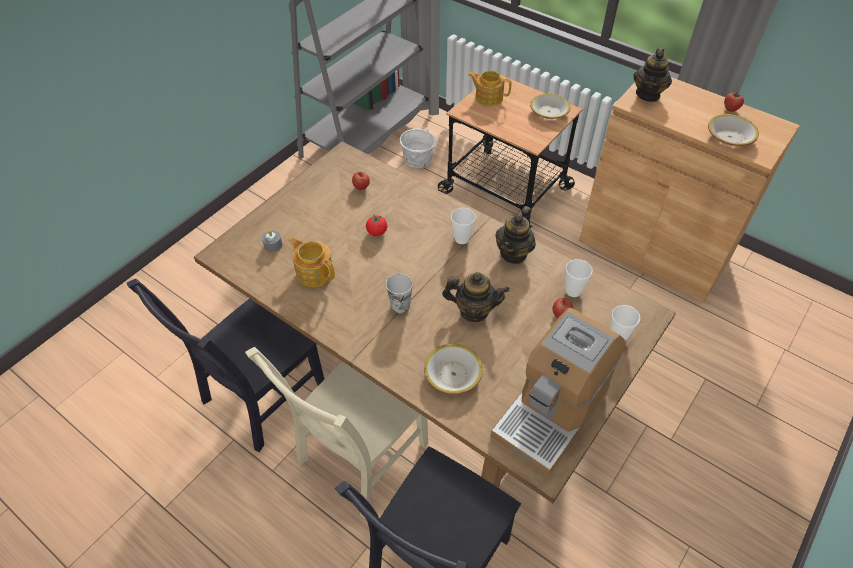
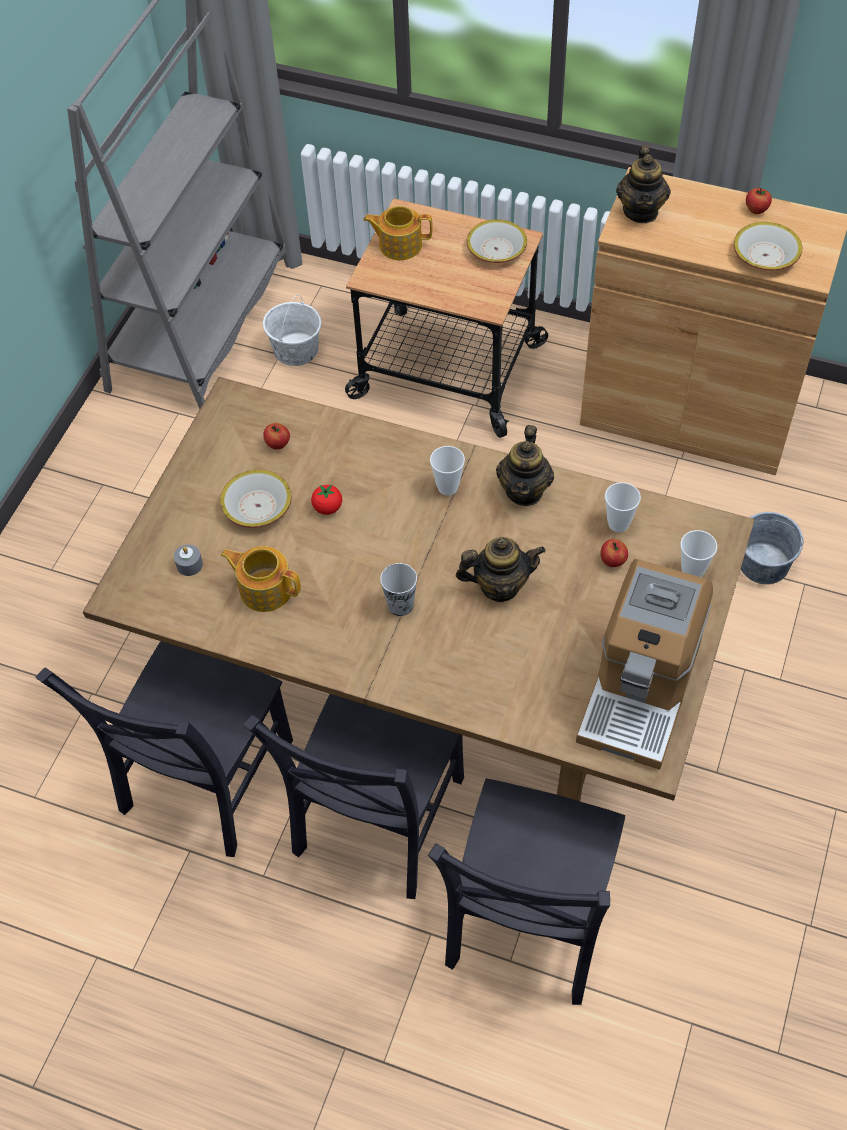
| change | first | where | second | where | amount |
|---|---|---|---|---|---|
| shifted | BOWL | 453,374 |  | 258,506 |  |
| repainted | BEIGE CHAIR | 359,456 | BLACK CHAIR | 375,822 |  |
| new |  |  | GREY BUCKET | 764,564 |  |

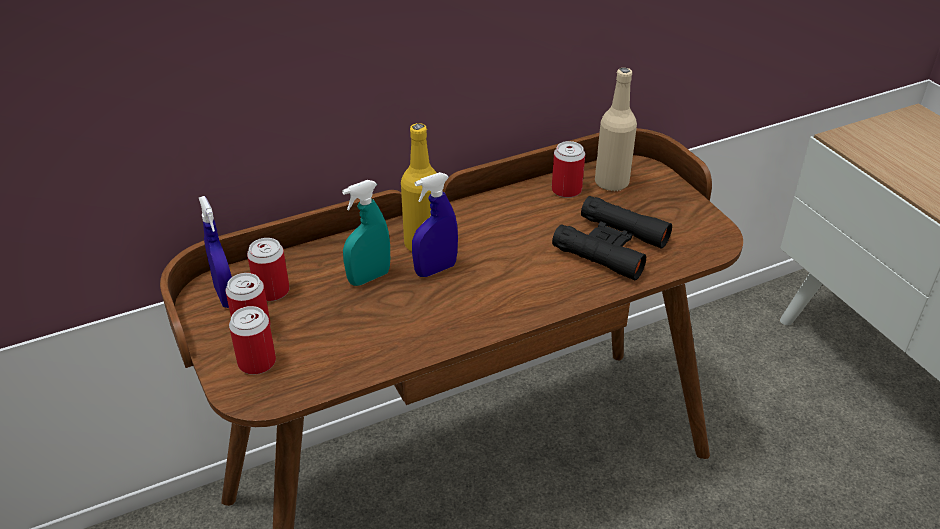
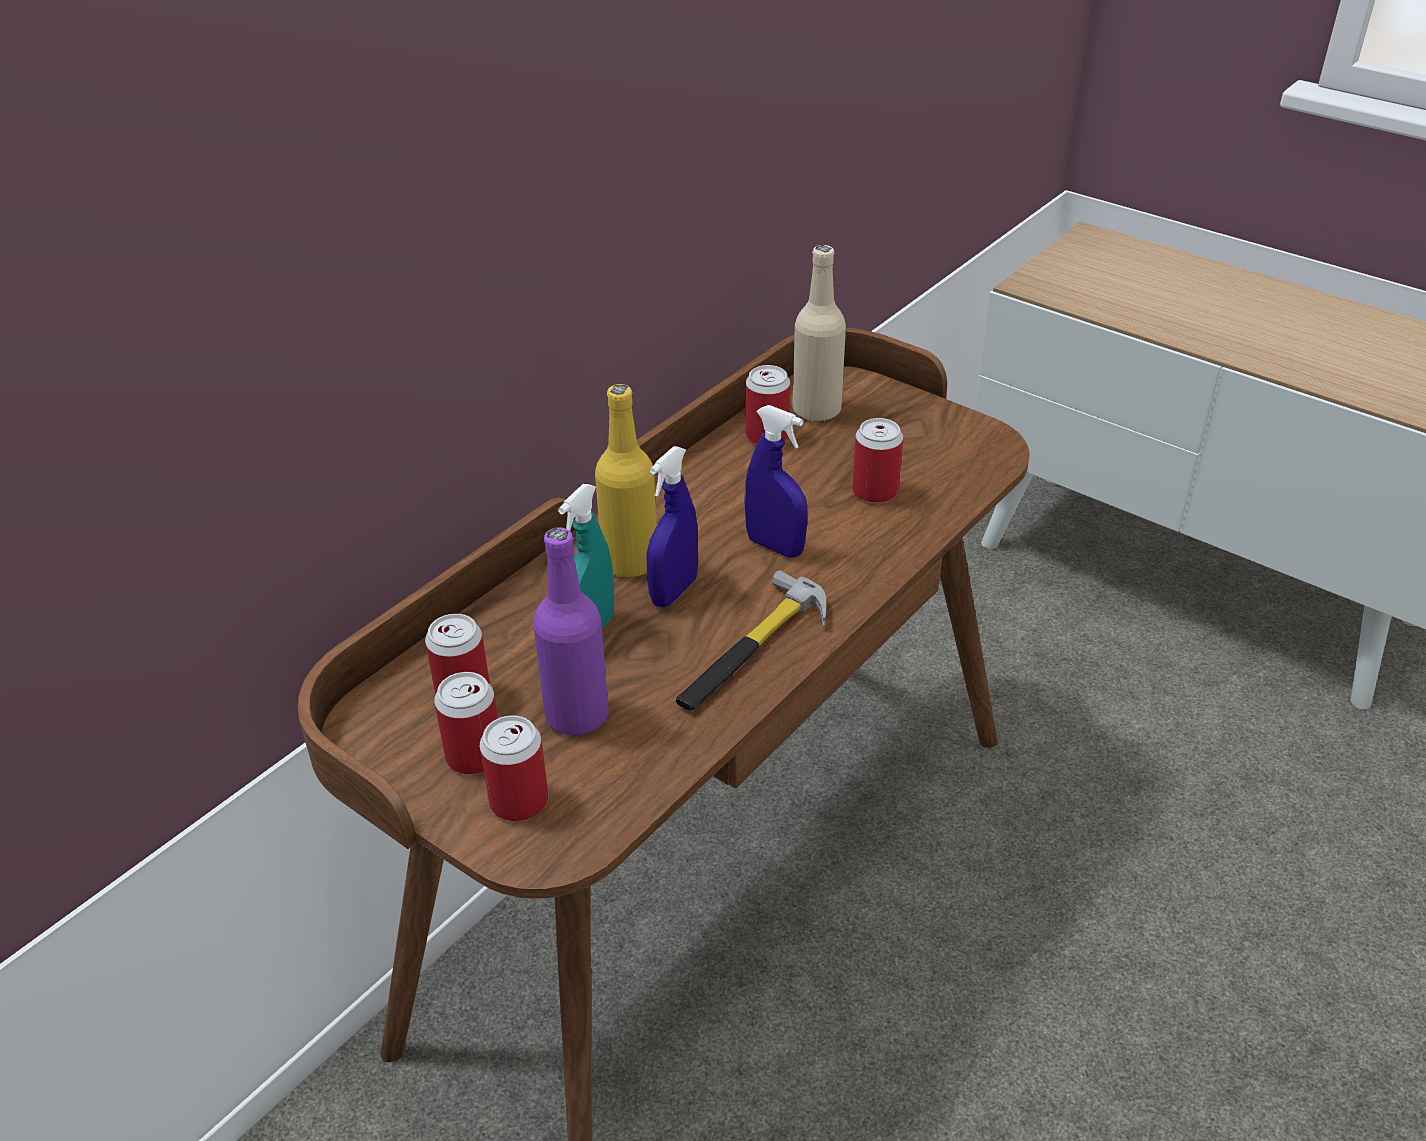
| change | first | where | second | where | amount |
|---|---|---|---|---|---|
| new |  |  | PURPLE BOTTLE | 577,716 |  |
| new |  |  | HAMMER | 752,650 |  |
| shifted | BLUE SPRAY BOTTLE | 225,296 |  | 775,546 |  |
| swapped | BLACK BINOCULARS | 610,246 | CAN | 875,491 |  |

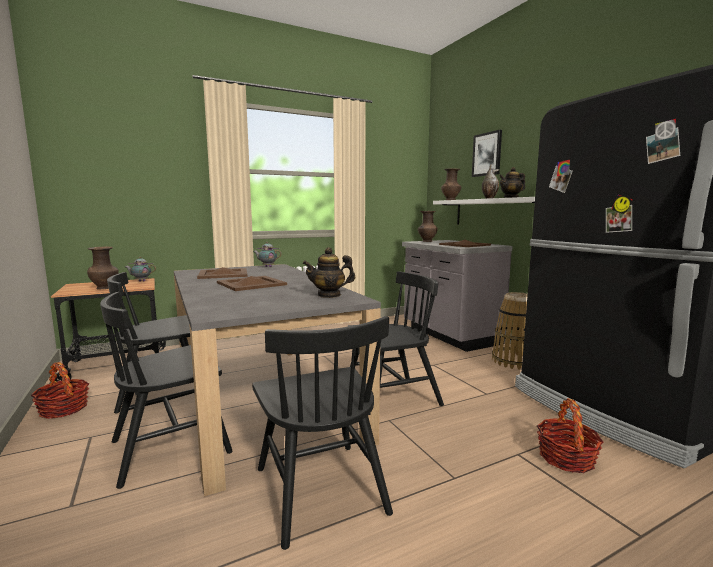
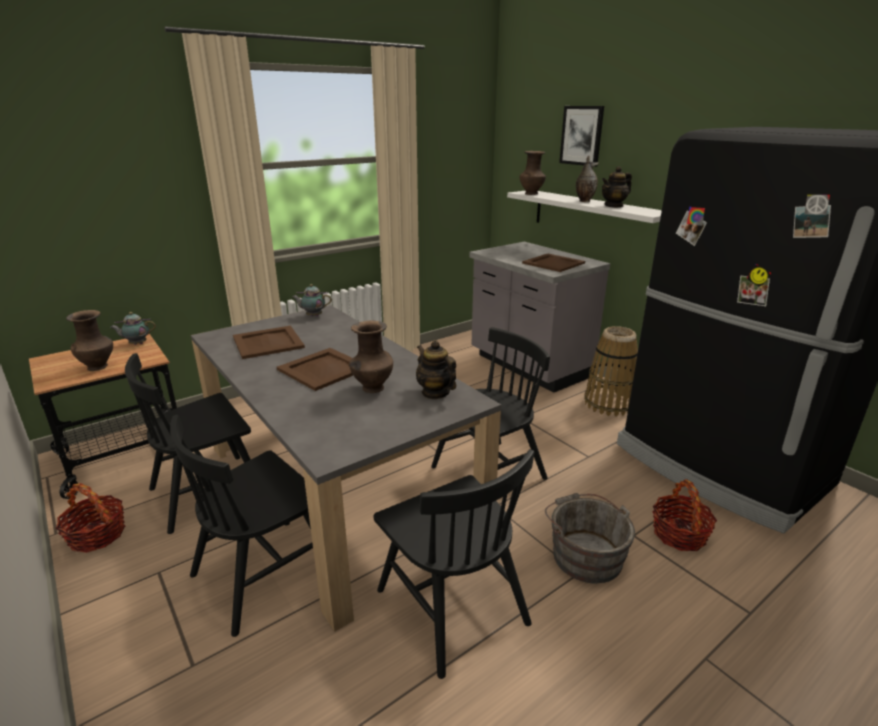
| change | first | where | second | where | amount |
|---|---|---|---|---|---|
| shifted | BROWN VASE | 427,241 |  | 372,388 |  |
| rotated | TEAPOT | 329,295 |  | 435,393 | 75 degrees clockwise |
| new |  |  | GREY BUCKET | 584,554 |  |

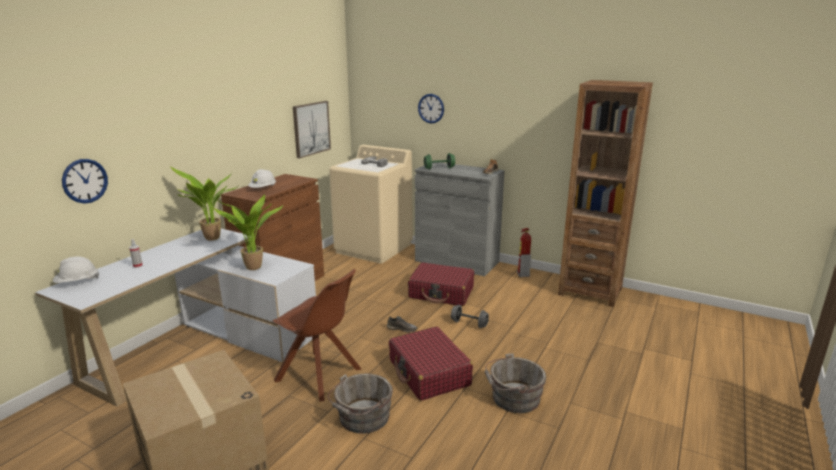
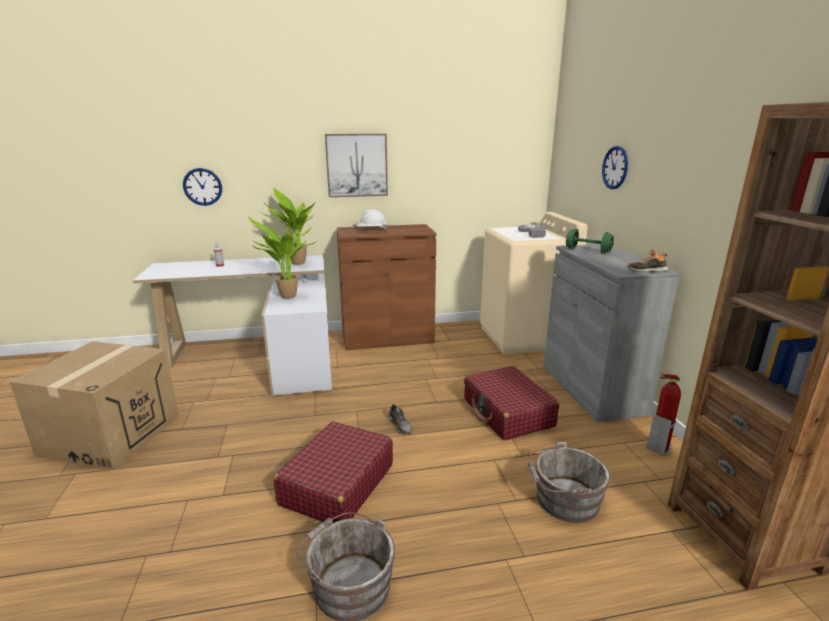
| change | first | where | second | where | amount |
|---|---|---|---|---|---|
| shifted | PICTURE | 311,128 |  | 357,165 |  |
| shifted | GREY BUCKET | 362,418 |  | 563,500 |  |
| gone | WHITE HARD HAT | 77,282 |  |  |  |
| gone | BROWN CHAIR | 320,376 |  |  |  |
| gone | GREY DUMBBELL | 469,324 |  |  |  |

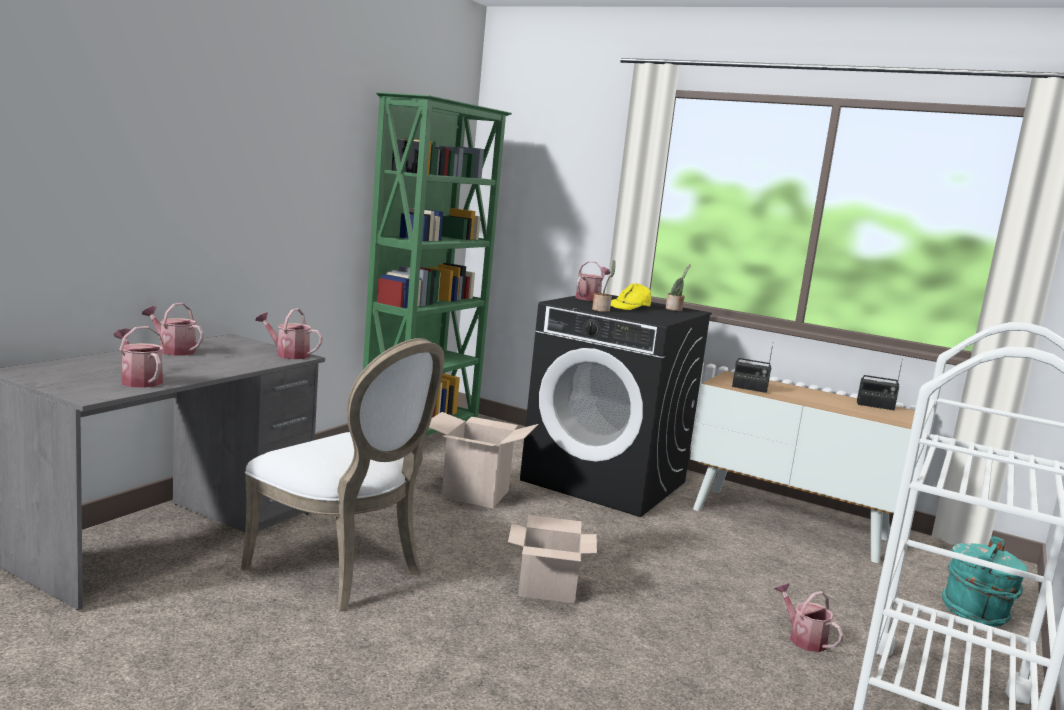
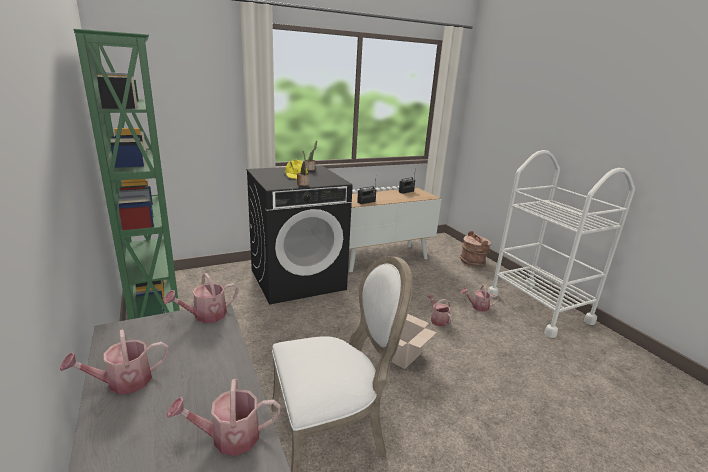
| change | first | where | second | where | amount |
|---|---|---|---|---|---|
| shifted | WATERING CAN | 590,298 |  | 437,320 |  |
| repainted | TURQUOISE BUCKET | 976,612 | BROWN BUCKET | 473,262 |  |
| gone | CARDBOARD BOX | 475,494 |  |  |  |

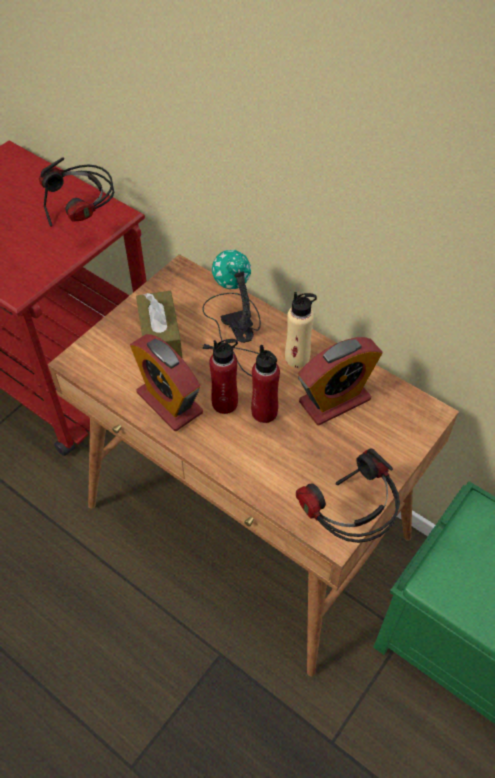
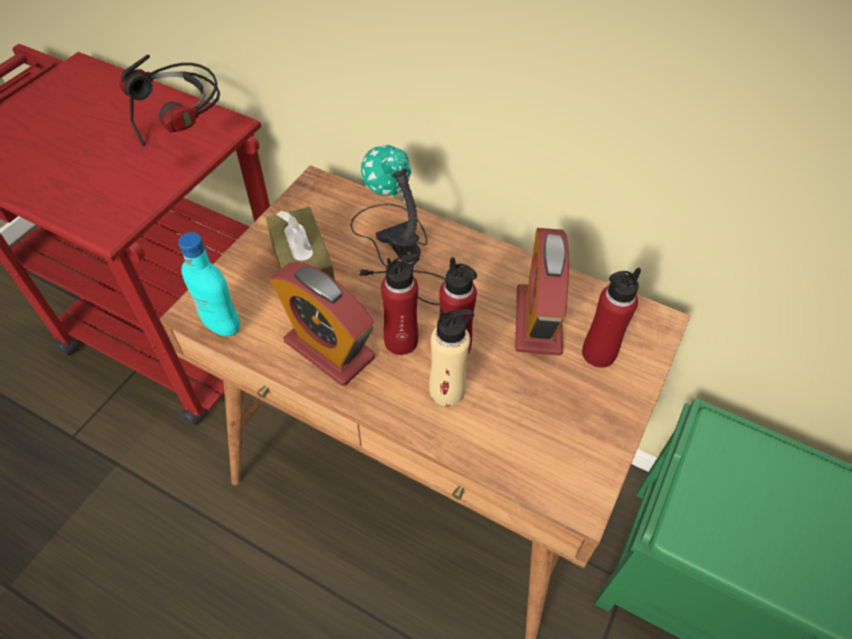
| change | first | where | second | where | amount |
|---|---|---|---|---|---|
| new |  |  | TURQUOISE BOTTLE | 221,324 |  |
| shifted | BEIGE BOTTLE | 297,358 |  | 447,391 |  |
| rotated | ALARM CLOCK | 334,400 |  | 538,321 | 135 degrees clockwise |
| new |  |  | RED BOTTLE | 598,353 |  |
| gone | HEADPHONES | 348,522 |  |  |  |

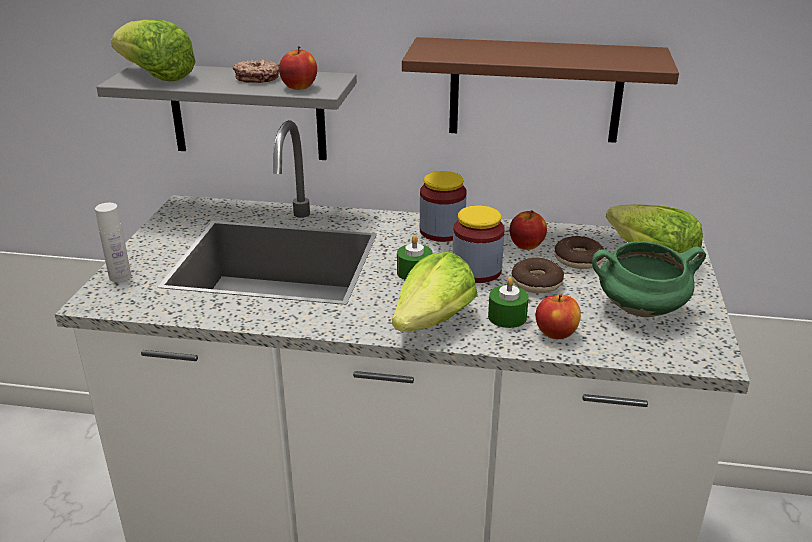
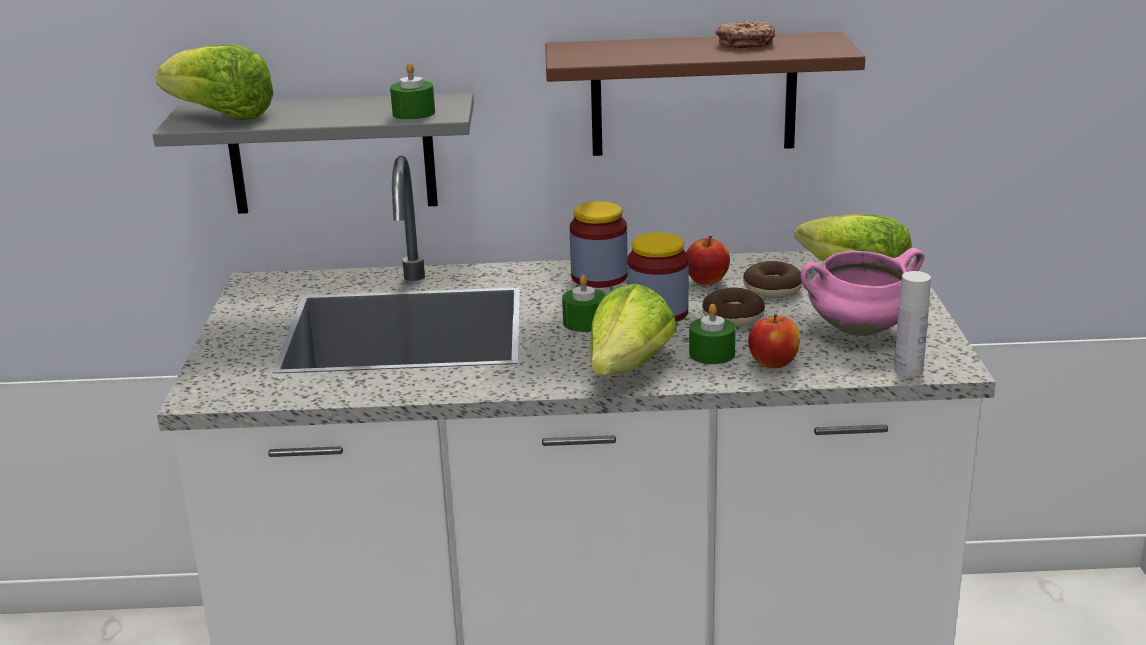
| change | first | where | second | where | amount |
|---|---|---|---|---|---|
| swapped | APPLE | 299,87 | GREEN CANDLE | 413,113 |  |
| shifted | DONUT | 257,78 |  | 745,43 |  |
| repainted | GREEN COOKING POT | 639,310 | PINK COOKING POT | 858,330 |  |
| shifted | WHITE BOTTLE | 120,276 |  | 908,370 |  |

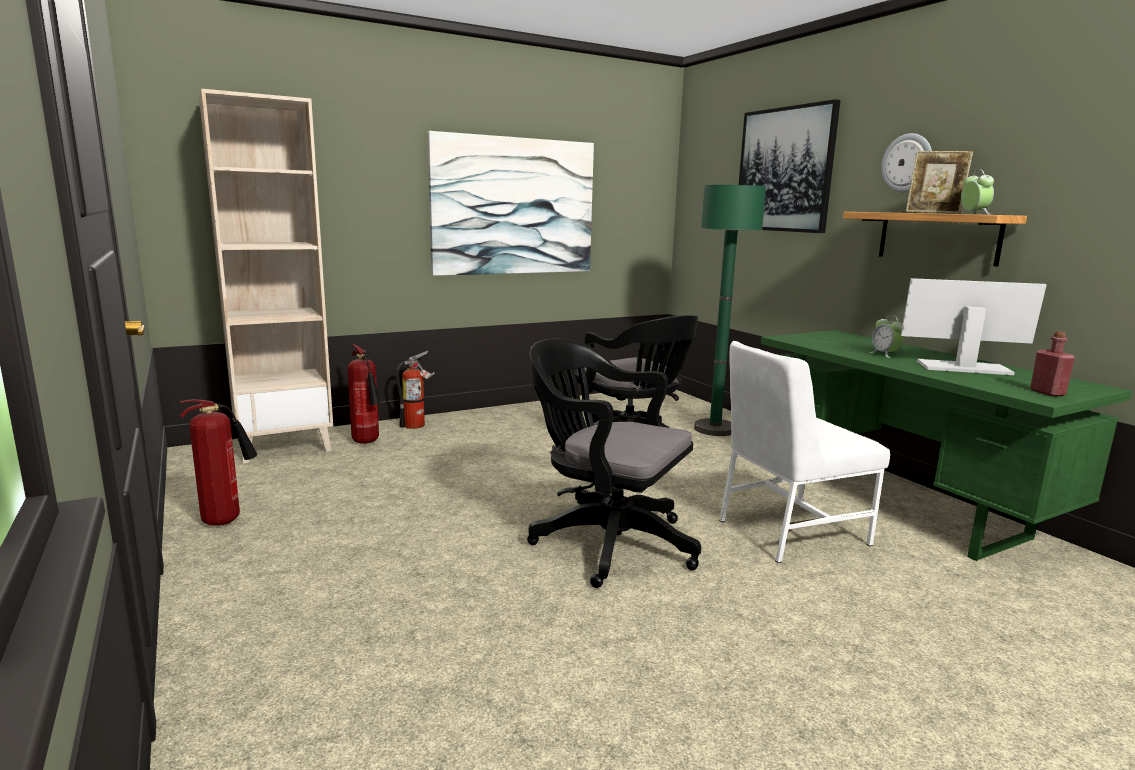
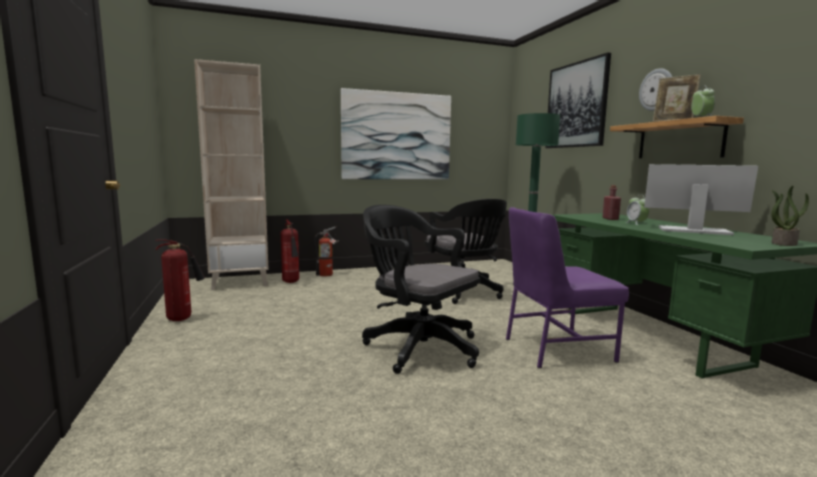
| change | first | where | second | where | amount |
|---|---|---|---|---|---|
| repainted | WHITE CHAIR | 789,531 | PURPLE CHAIR | 555,349 |  |
| shifted | RED BOTTLE | 1047,393 |  | 610,219 |  |
| new |  |  | POTTED PLANT | 783,243 |  |

